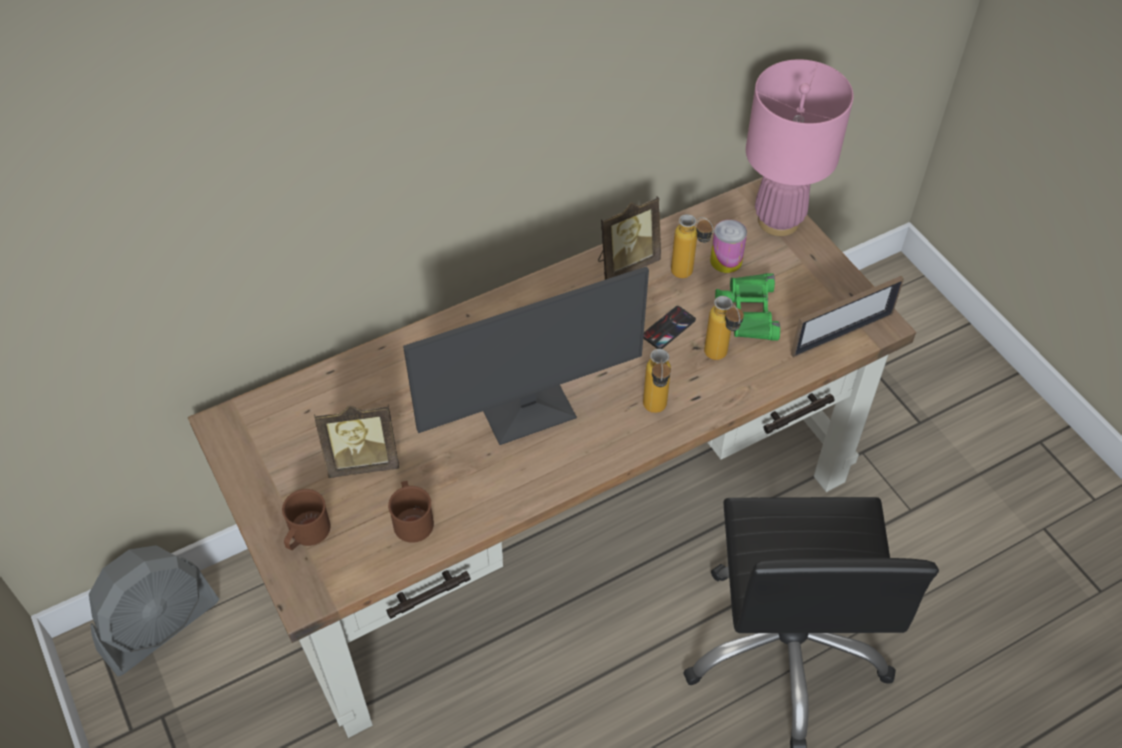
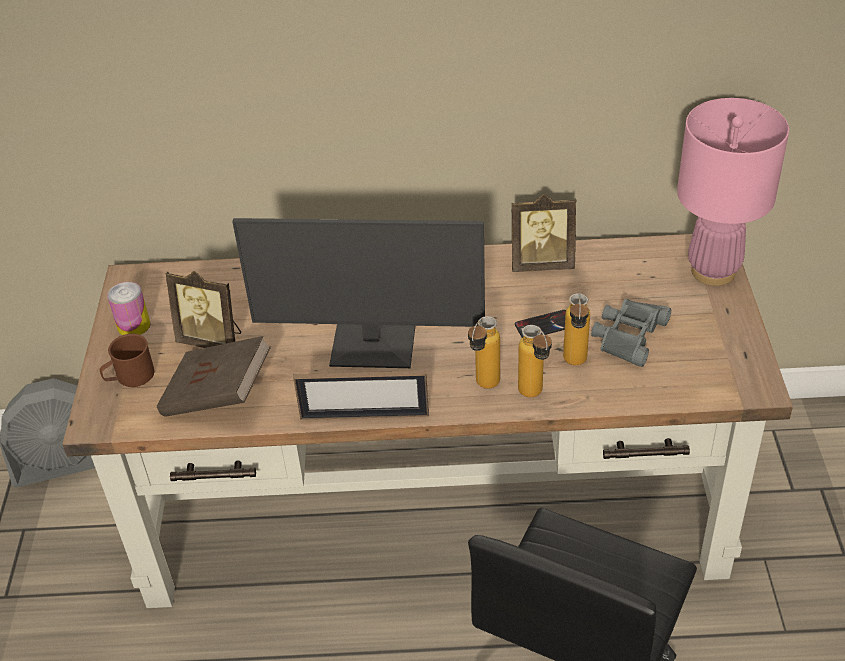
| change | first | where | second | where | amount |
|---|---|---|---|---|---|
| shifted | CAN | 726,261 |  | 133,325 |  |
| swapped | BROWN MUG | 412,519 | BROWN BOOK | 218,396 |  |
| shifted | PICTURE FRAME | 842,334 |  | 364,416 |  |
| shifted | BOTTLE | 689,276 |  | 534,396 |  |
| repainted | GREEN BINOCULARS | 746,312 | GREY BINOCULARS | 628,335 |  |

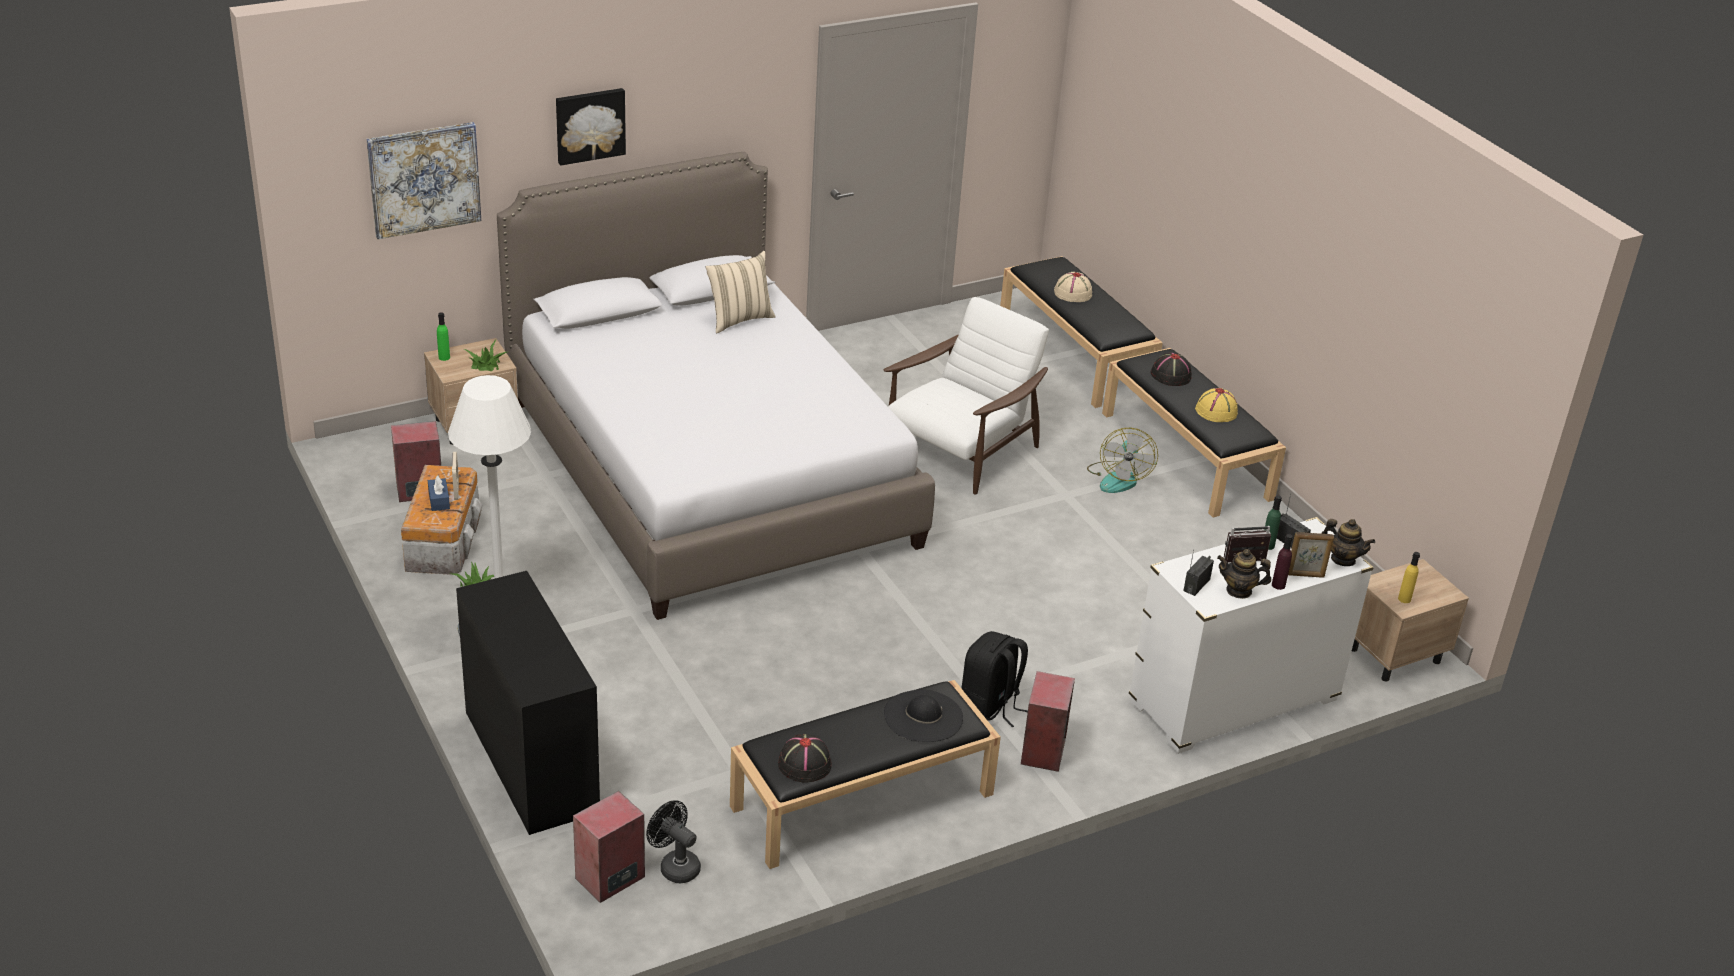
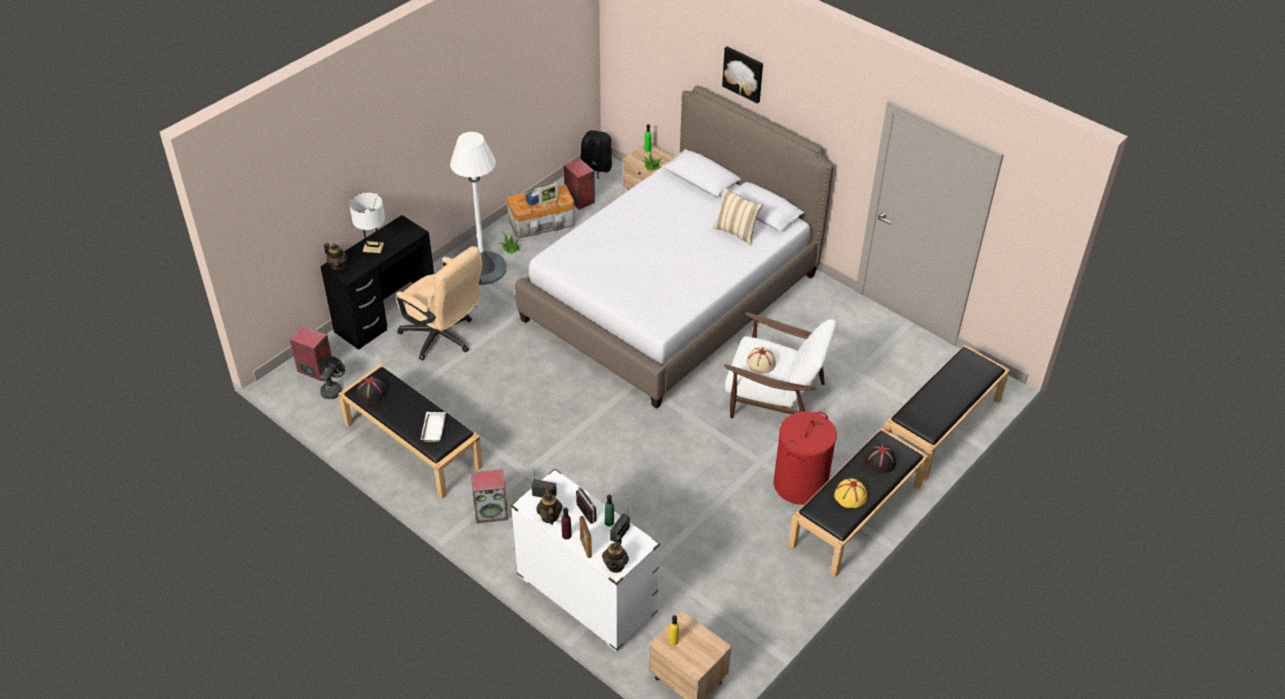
| change | first | where | second | where | amount |
|---|---|---|---|---|---|
| new |  |  | TEAPOT | 338,266 |  |
| new |  |  | WHITE TABLE LAMP | 373,248 |  |
| new |  |  | BEIGE OFFICE CHAIR | 443,338 |  |
| swapped | BLACK HAT | 923,716 | WHITE TRAY | 432,428 |  |
| shifted | BLACK BACKPACK | 990,707 |  | 595,168 |  |
| shifted | BEIGE HAT | 1072,293 |  | 760,362 |  |
| swapped | FAN | 1118,478 | RED LAUNDRY BASKET | 800,484 |  |
| gone | PICTURE | 424,179 |  |  |  |

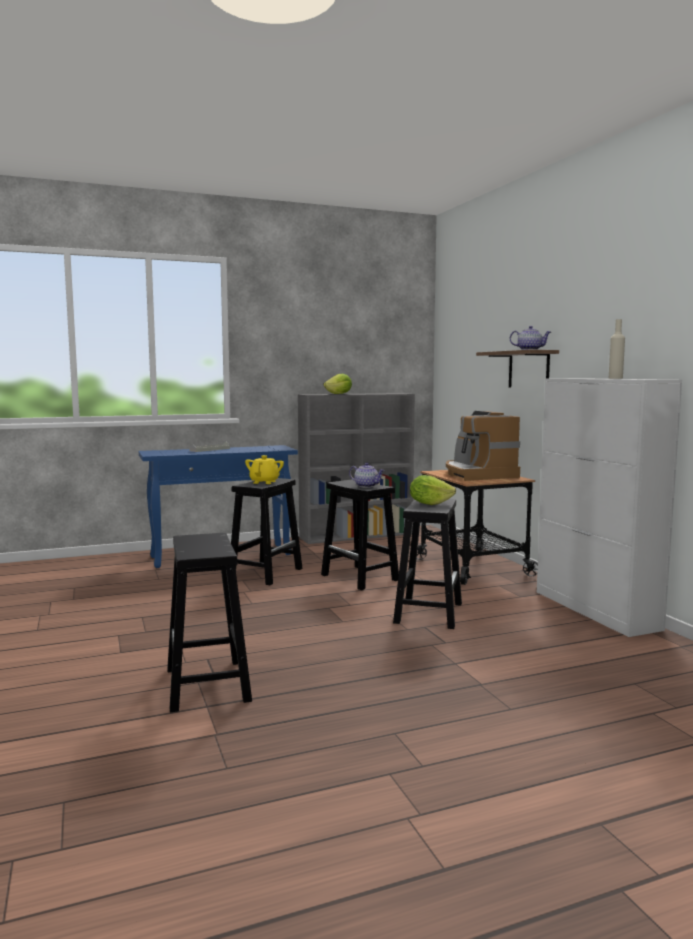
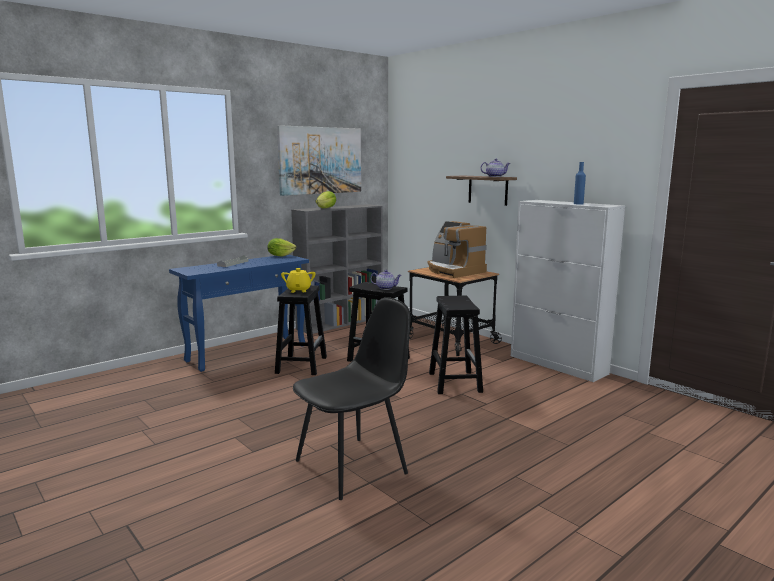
| change | first | where | second | where | amount |
|---|---|---|---|---|---|
| shifted | LETTUCE | 429,503 |  | 280,256 |  |
| new |  |  | PICTURE | 320,160 |  |
| swapped | BLACK STOOL | 208,685 | BLACK CHAIR | 353,466 |  |
| repainted | BEIGE BOTTLE | 615,378 | BLUE BOTTLE | 578,204 |  |

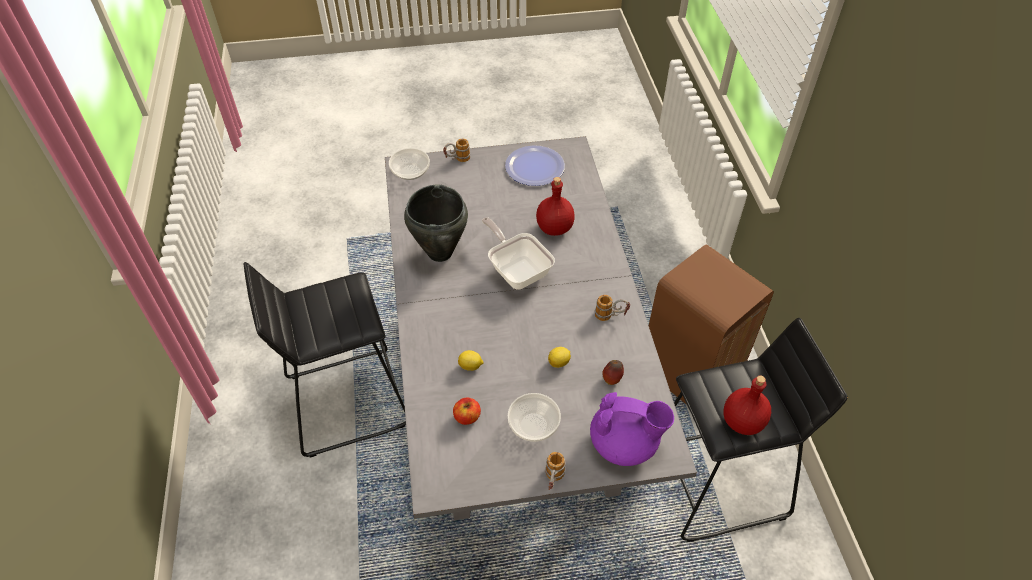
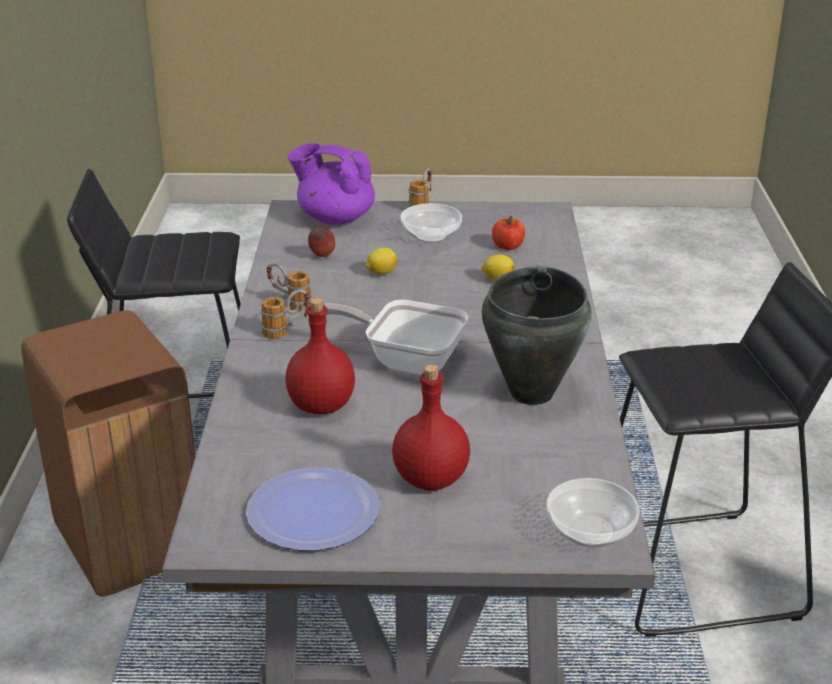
| change | first | where | second | where | amount |
|---|---|---|---|---|---|
| shifted | MUG | 457,160 |  | 286,330 |  |
| rotated | FRYING PAN | 517,270 |  | 406,360 | 135 degrees clockwise |
| shifted | RED BOTTLE | 743,421 |  | 429,480 |  |

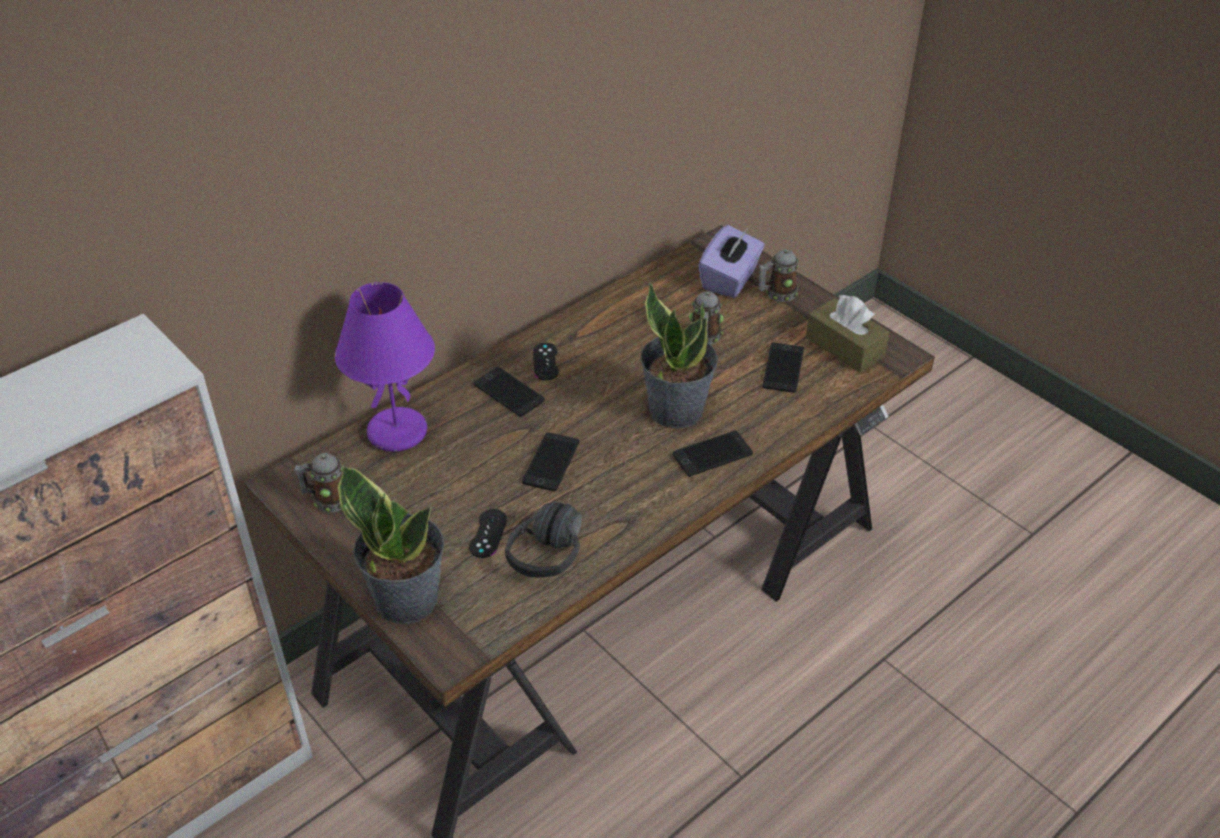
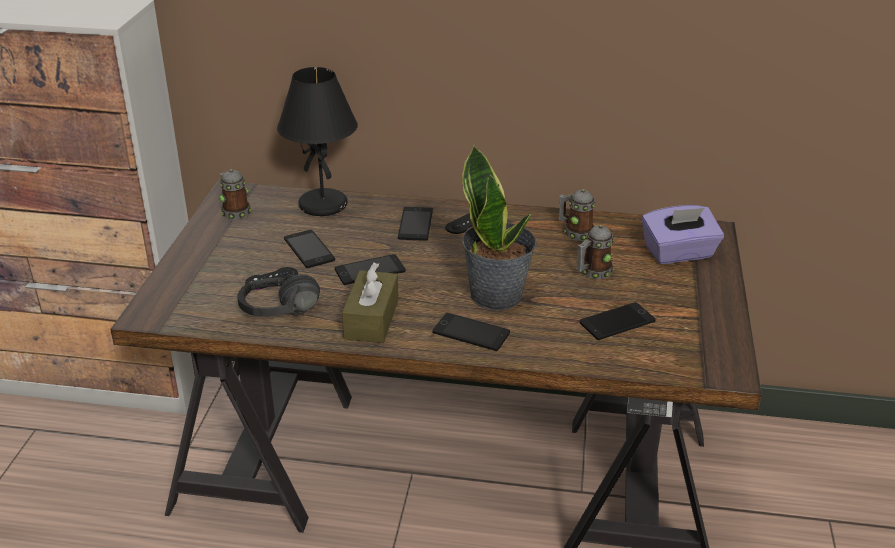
| change | first | where | second | where | amount |
|---|---|---|---|---|---|
| repainted | PURPLE TABLE LAMP | 398,431 | BLACK TABLE LAMP | 324,205 |  |
| new |  |  | PHONE | 309,249 |  |
| shifted | BROWN TISSUE BOX | 845,347 |  | 371,319 |  |
| shifted | MUG | 777,294 |  | 575,232 |  |
| gone | POTTED PLANT | 407,598 |  |  |  |

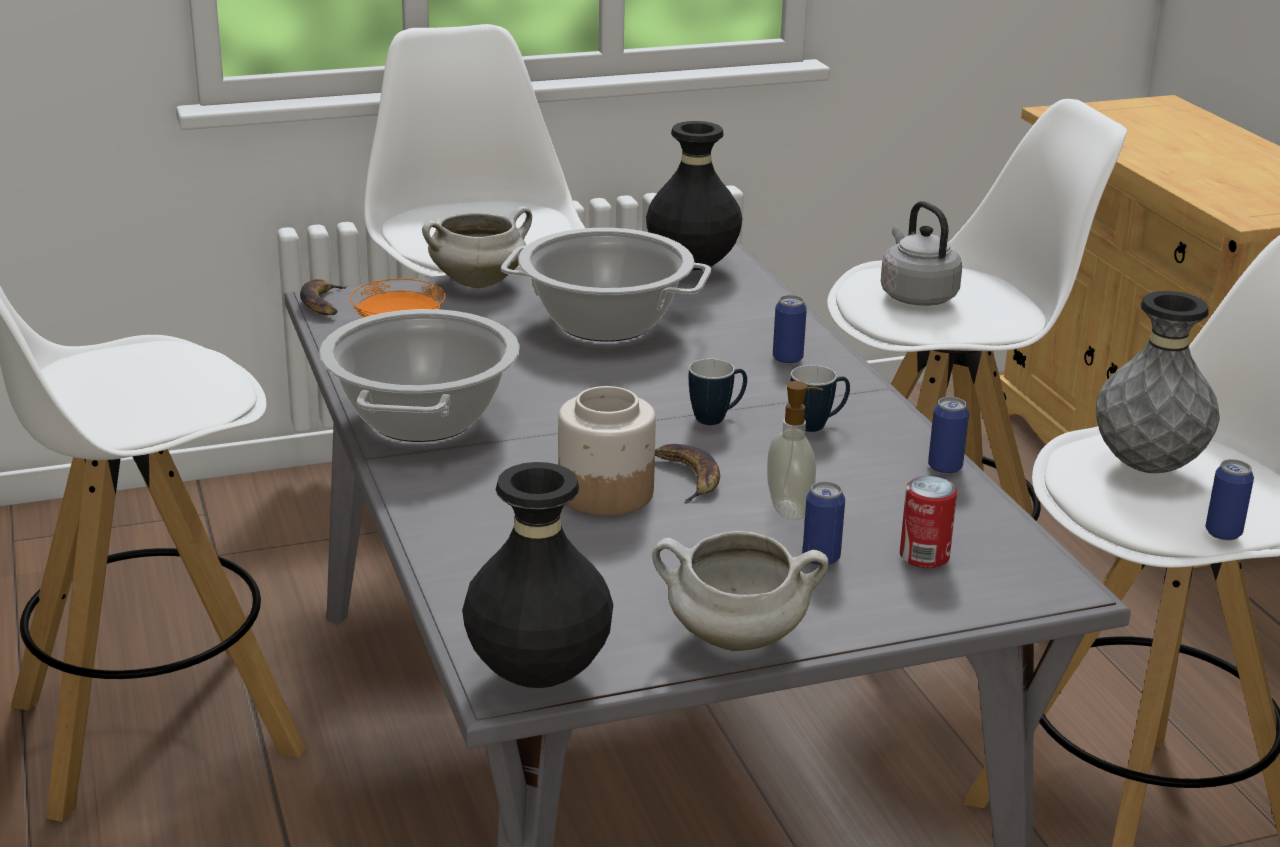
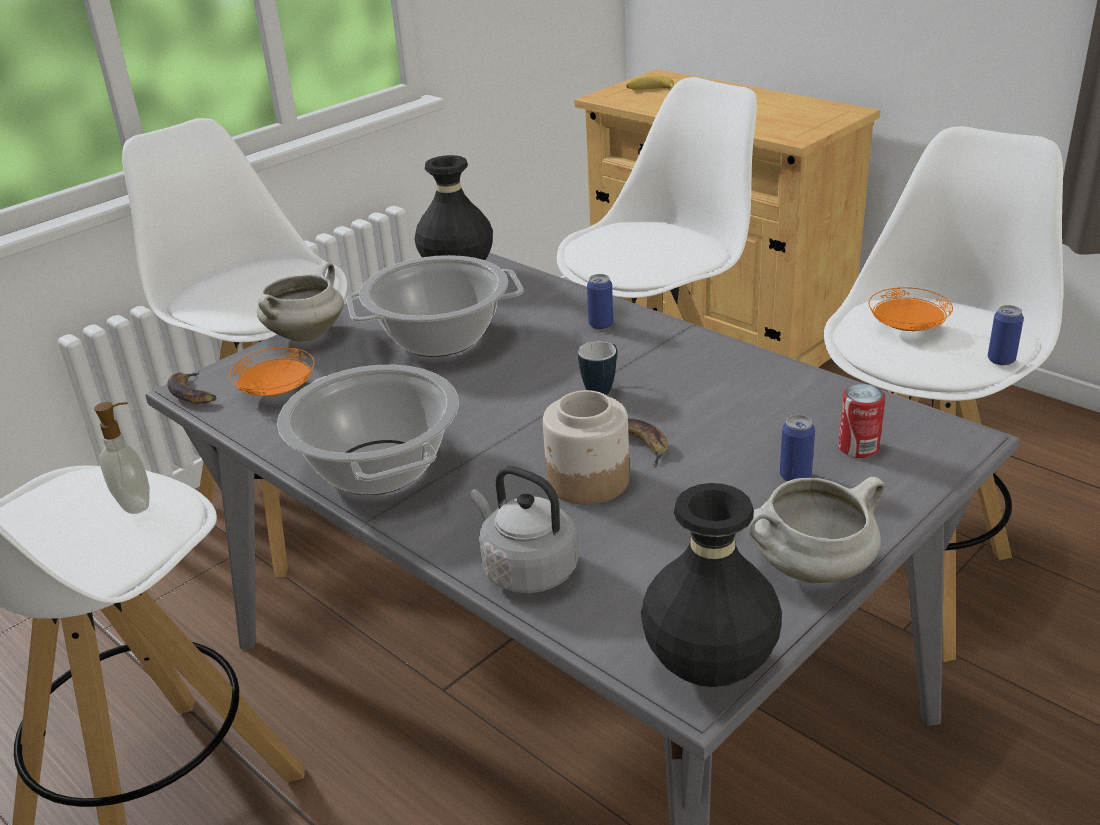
| change | first | where | second | where | amount |
|---|---|---|---|---|---|
| shifted | SOAP DISPENSER | 790,510 |  | 136,504 |  |
| shifted | GREY KETTLE | 916,296 |  | 526,569 |  |
| new |  |  | BANANA | 651,90 |  |
| swapped | GREY VASE | 1147,467 | ORANGE PLATE | 906,329 |  |
| gone | MUG | 818,425 |  |  |  |
| gone | CAN | 945,467 |  |  |  |

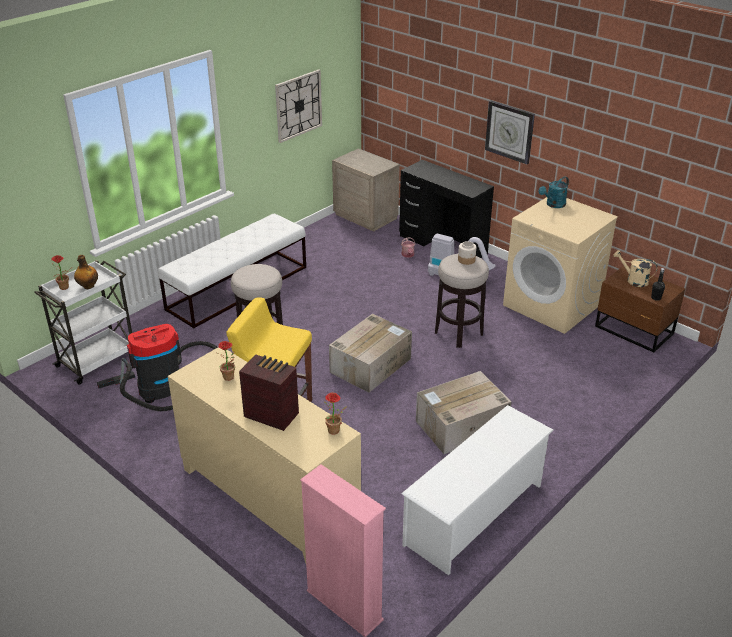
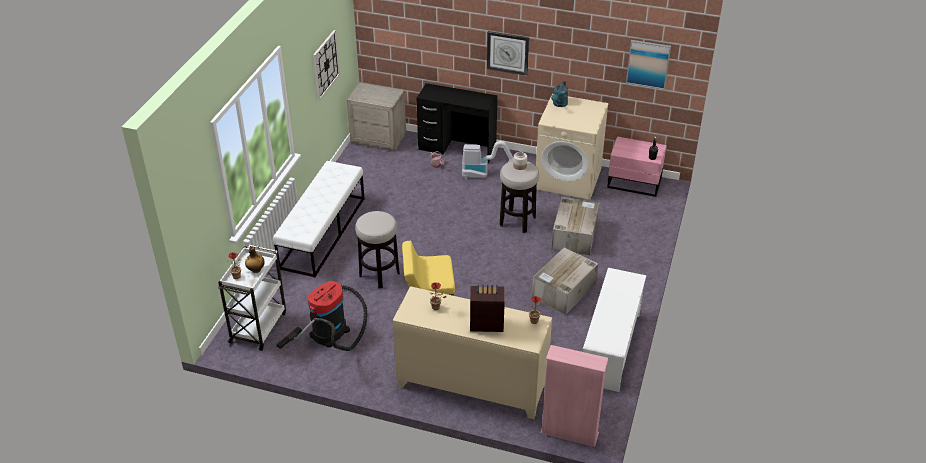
| change | first | where | second | where | amount |
|---|---|---|---|---|---|
| shifted | CARDBOARD BOX | 371,365 |  | 574,235 |  |
| repainted | BROWN NIGHTSTAND | 634,331 | PINK NIGHTSTAND | 635,183 |  |
| new |  |  | PICTURE | 648,64 |  |
| gone | BEIGE WATERING CAN | 633,280 |  |  |  |

